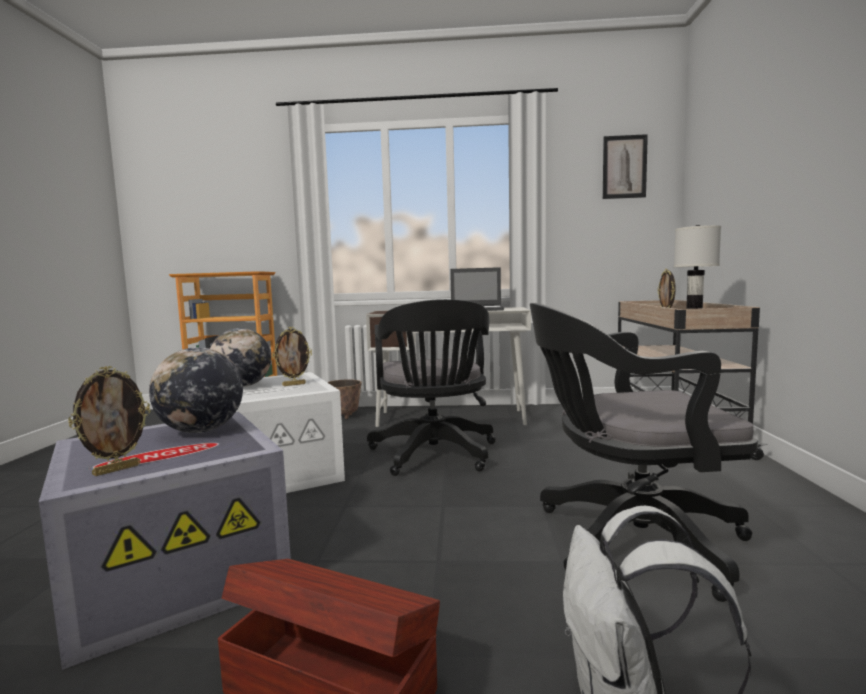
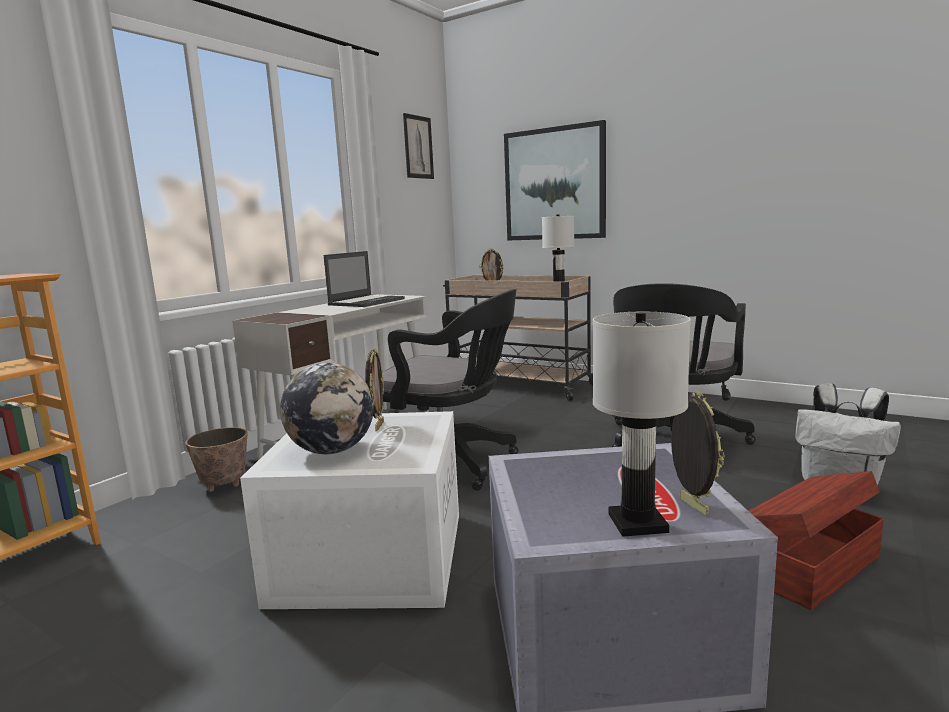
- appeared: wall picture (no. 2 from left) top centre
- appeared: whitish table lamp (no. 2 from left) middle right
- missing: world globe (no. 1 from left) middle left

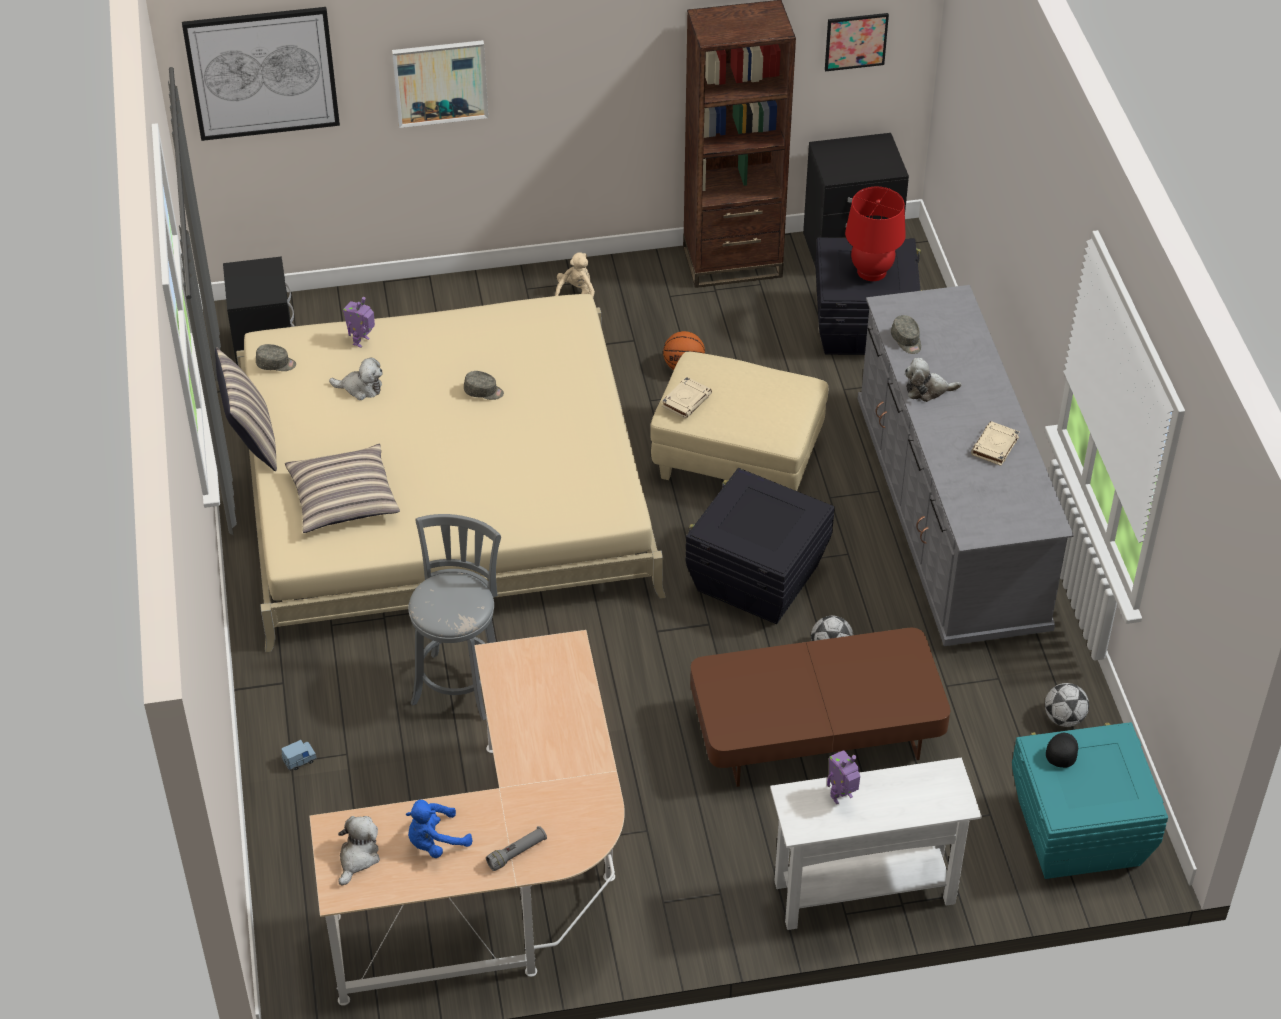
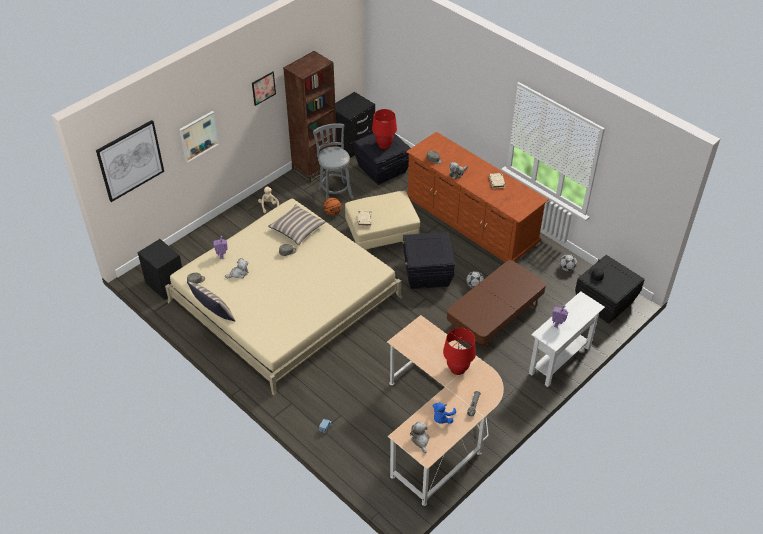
- relocated: wall picture (no. 3 from left) top right to top centre
- relocated: cushion (no. 2 from left) middle left to centre
- relocated: greyish sitting stool centre to top centre
- colour: greyish chest of drawers middle right to brown chest of drawers centre
- appeared: red-coloured table lamp (no. 2 from left) centre
- colour: blue-green storage bin bottom right to blackish storage bin (no. 3 from left) middle right

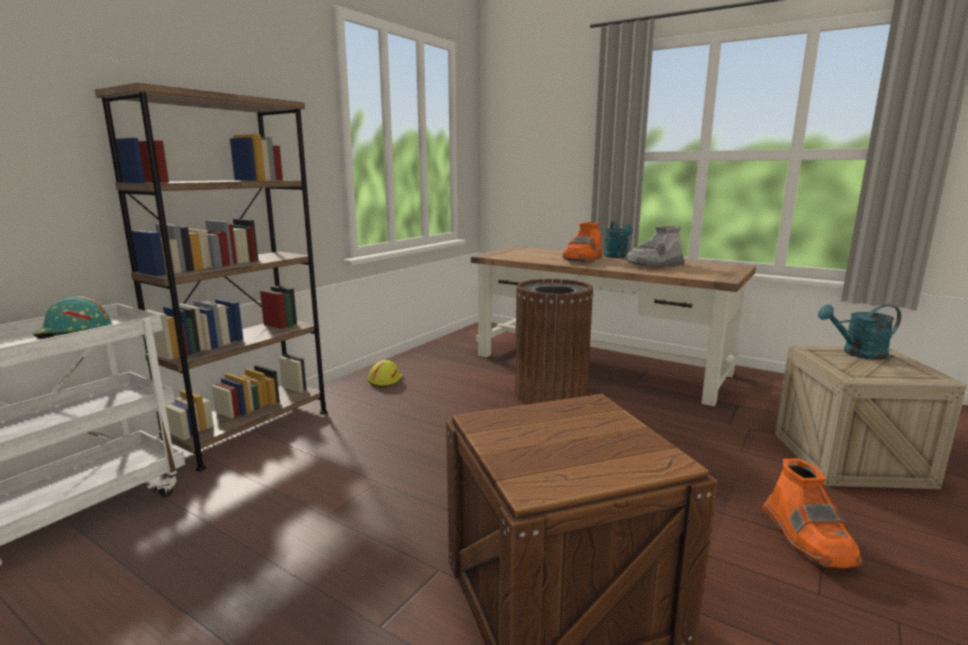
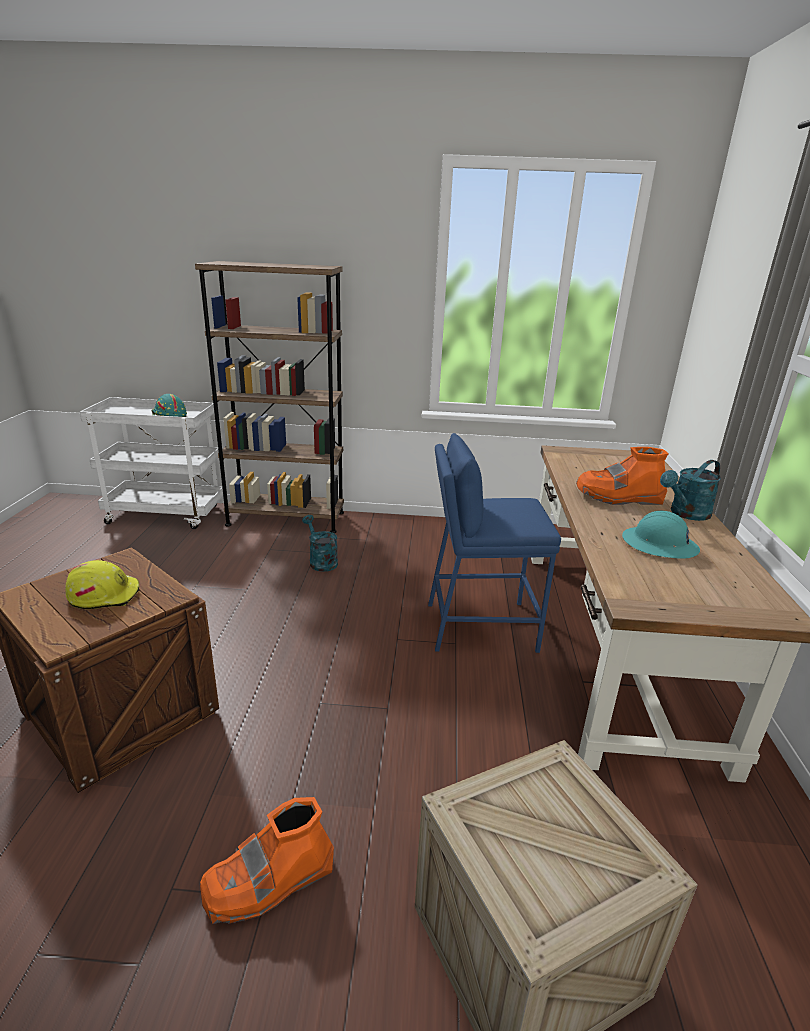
- relocated: yellow-coloured hard hat centre to middle left
- relocated: blue-green sprinkling can (no. 2 from left in the first image) middle right to blue-green sprinkling can (no. 1 from left) centre
- exchanged: brown trash can centre to blue sitting stool centre
- exchanged: greyish high-top boot middle right to blue-green hard hat (no. 2 from left) middle right

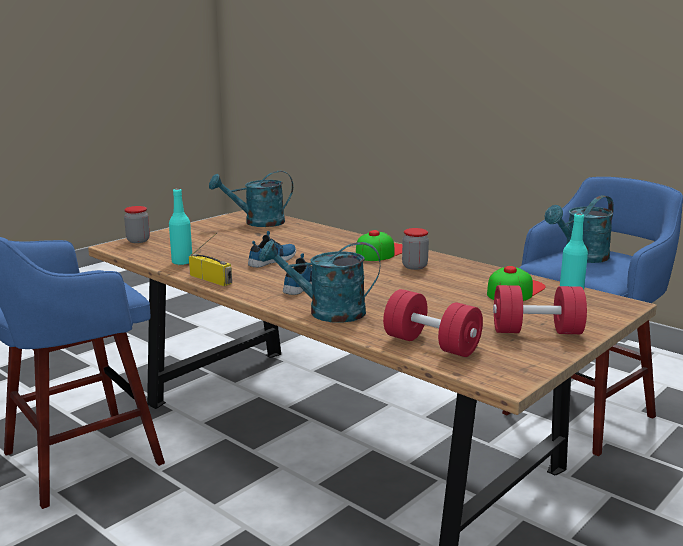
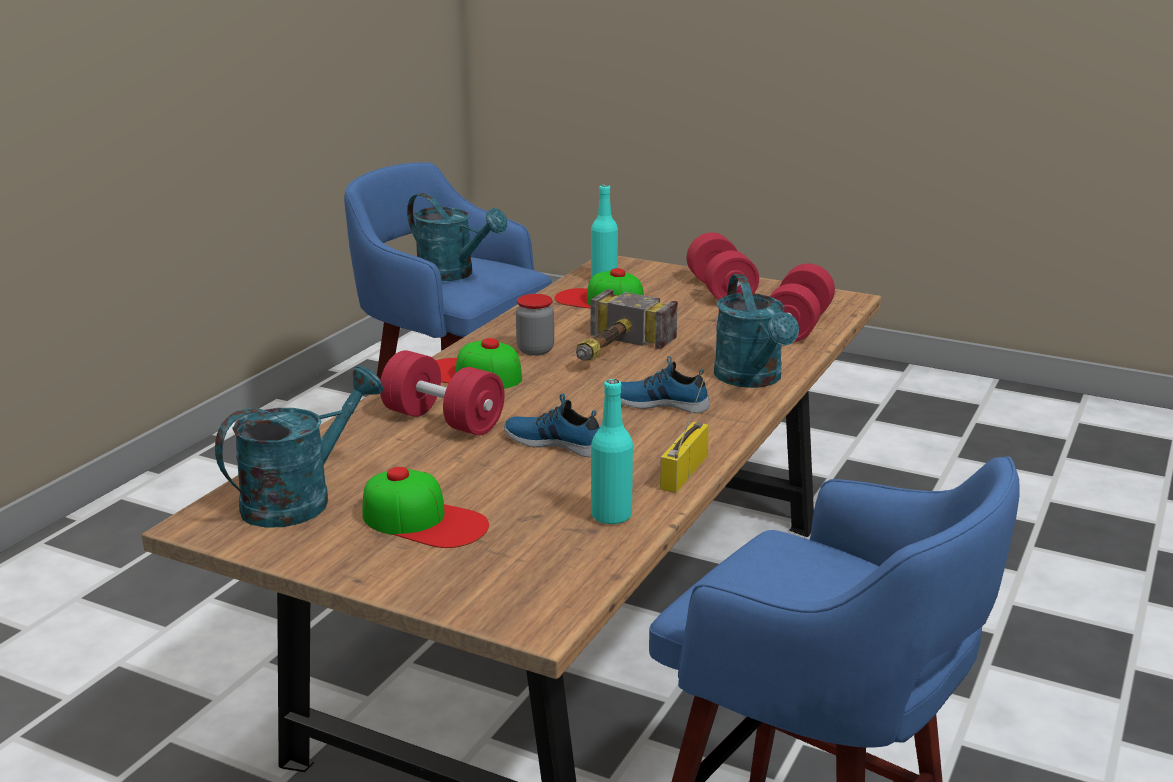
- spun: blue-green sprinkling can (no. 1 from left) centre = middle left 105 degrees counterclockwise
- appeared: cap (no. 1 from left) centre
- appeared: red-coloured dumbbell (no. 1 from left) centre
- appeared: hammer centre
- missing: jar (no. 1 from left) middle left

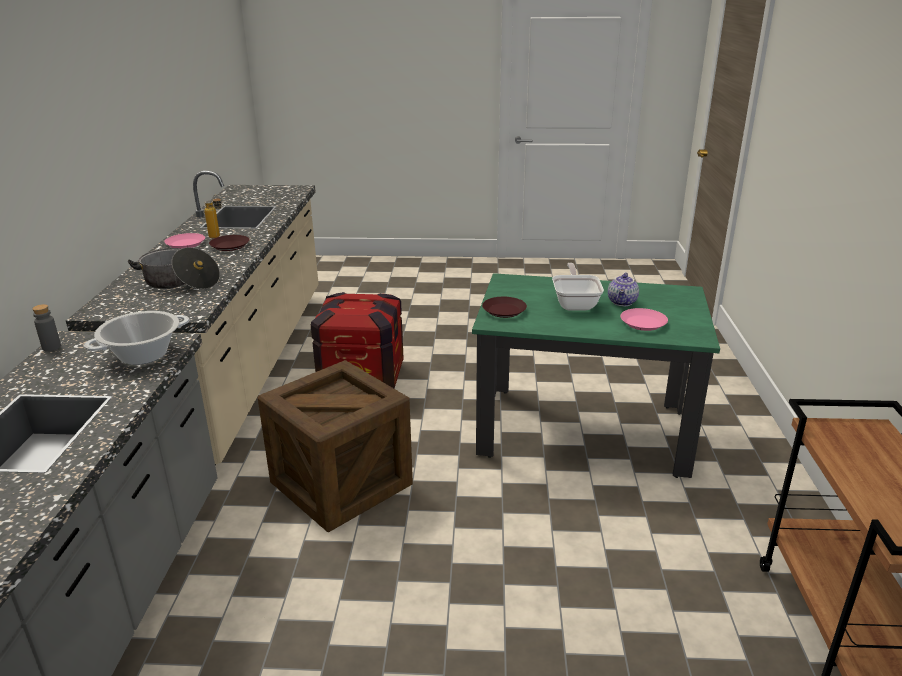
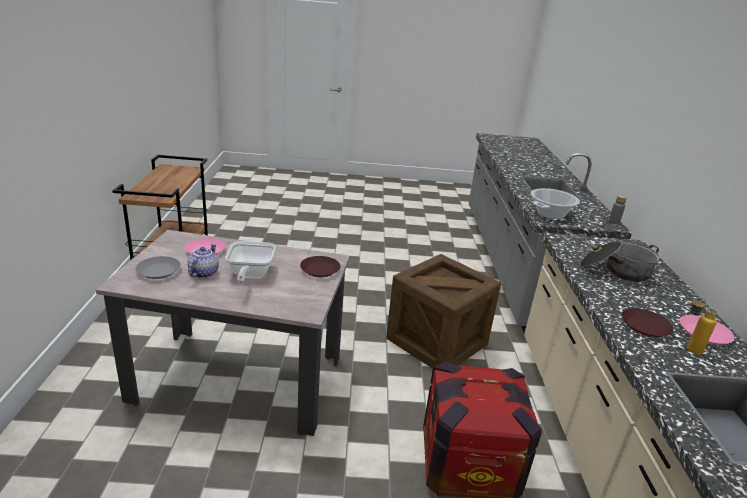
- colour: greenish kitchen table centre to beige-coloured kitchen table bottom left
- appeared: greyish flat dish middle left

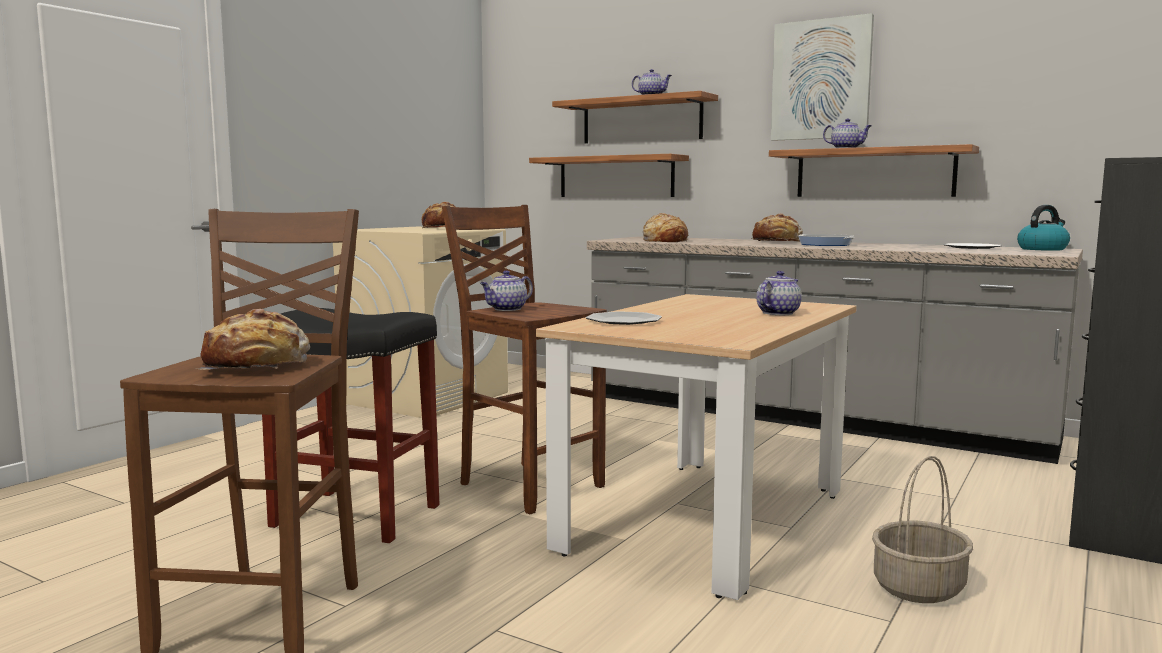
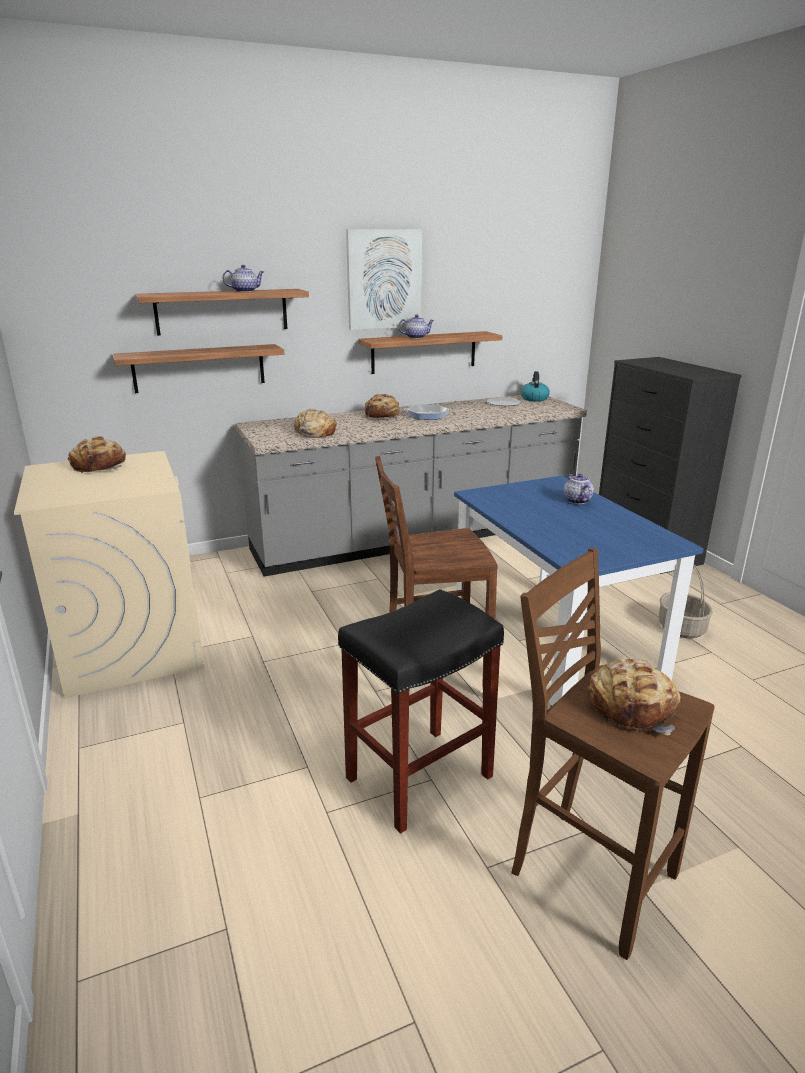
- colour: beige-coloured kitchen table bottom centre to blue kitchen table middle right
- missing: teapot (no. 1 from left) centre
- missing: flat dish (no. 1 from left) centre

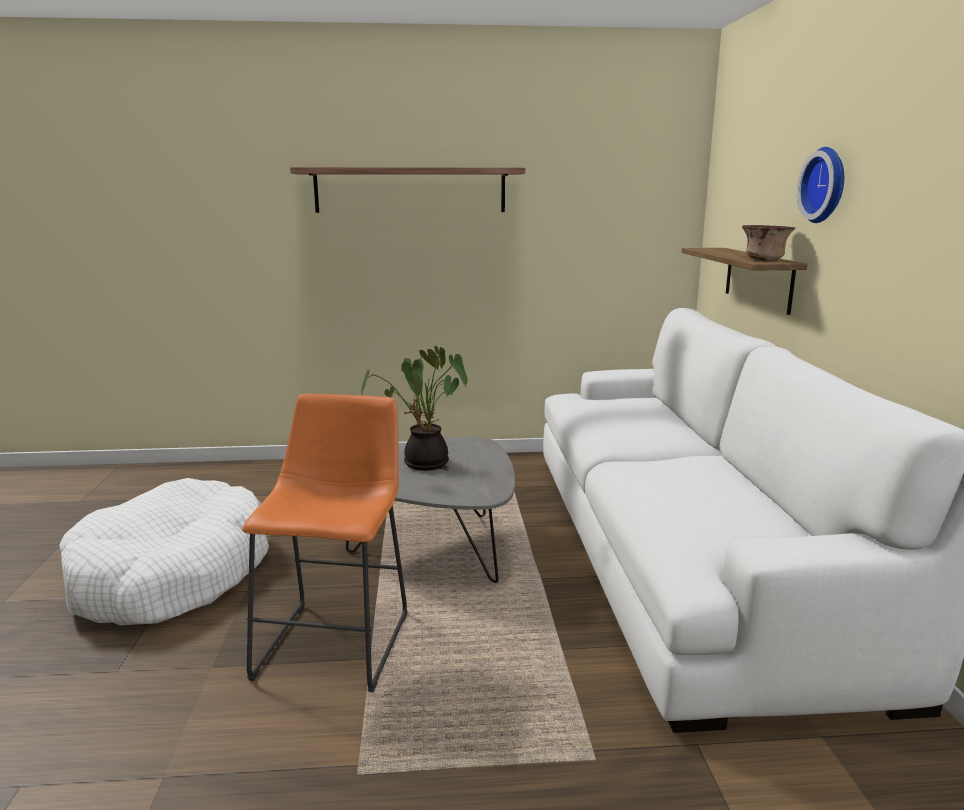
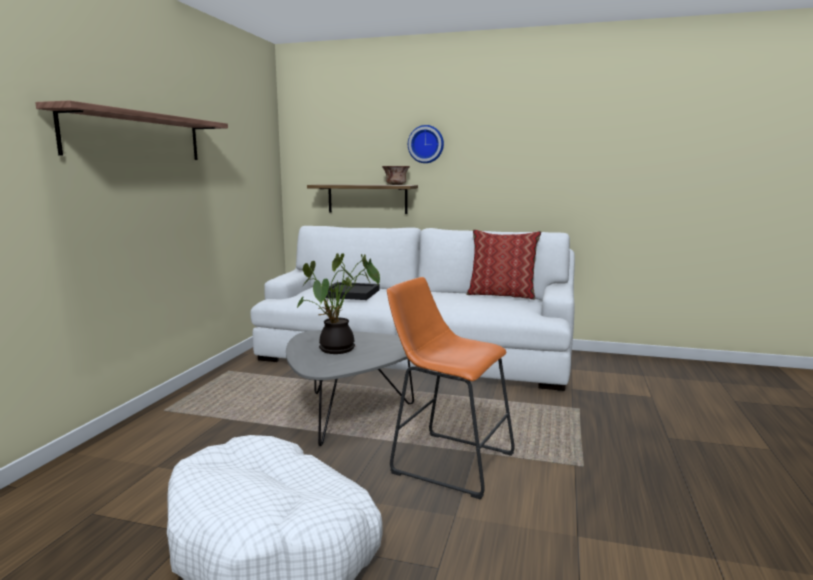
- appeared: blackish tray centre
- appeared: cushion centre

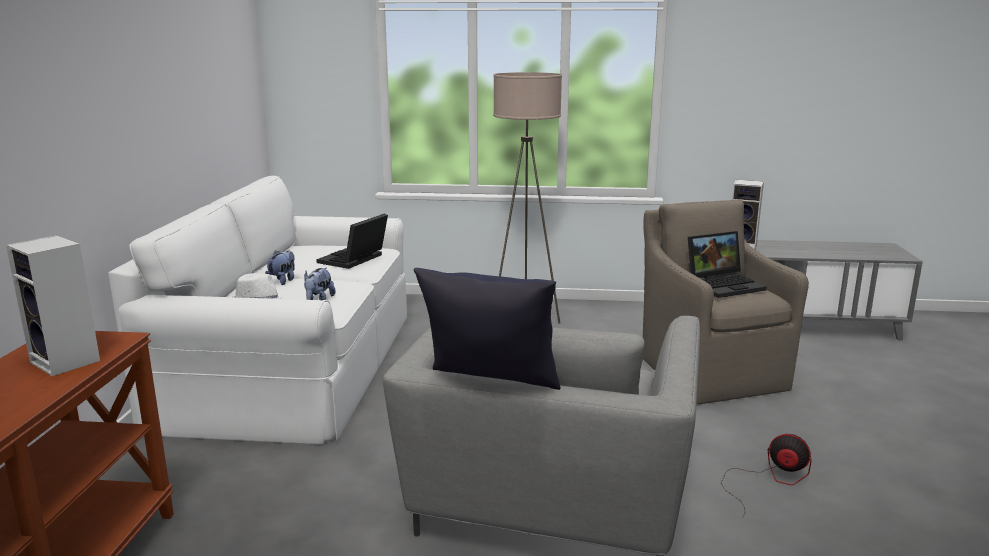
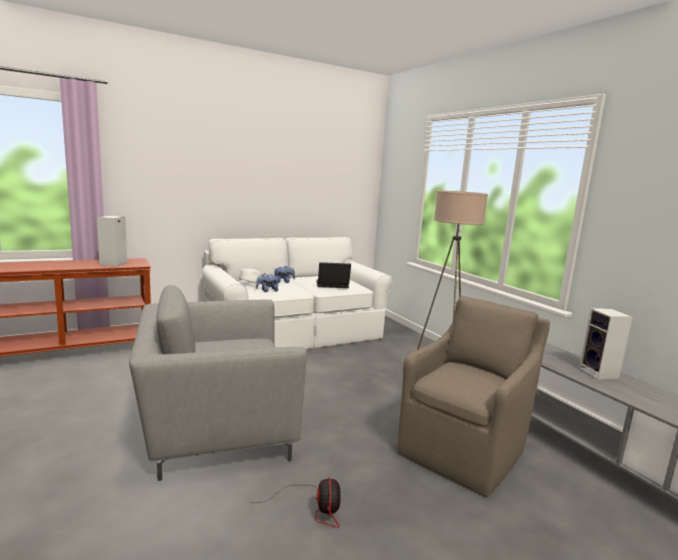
- missing: blue cushion centre
- missing: notebook computer (no. 2 from left) middle right

